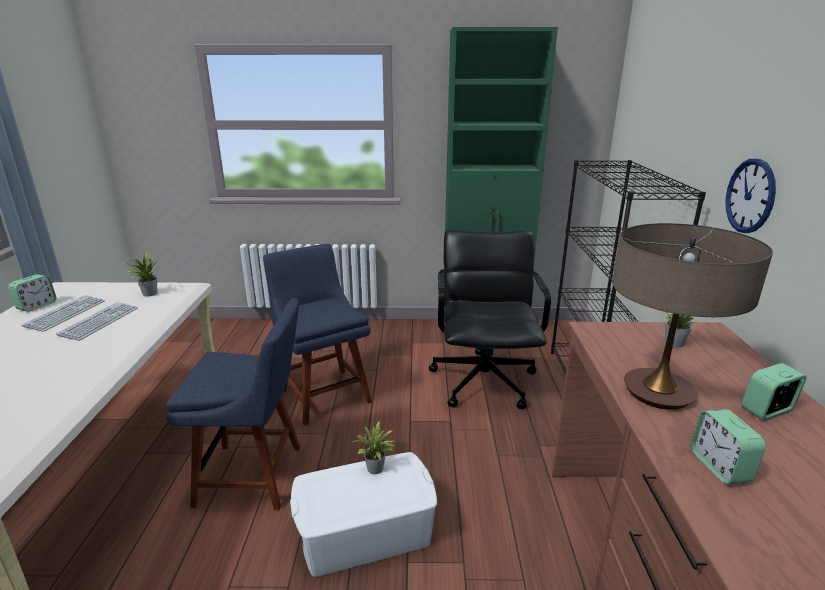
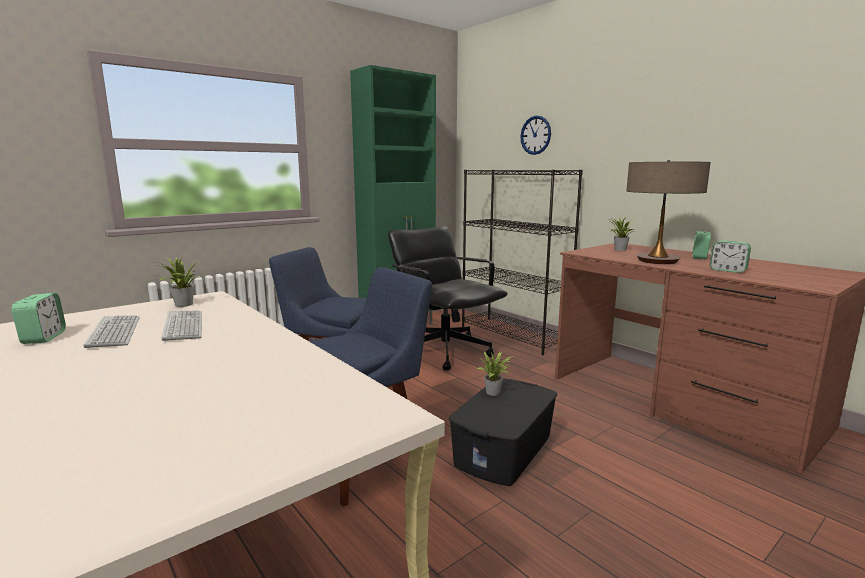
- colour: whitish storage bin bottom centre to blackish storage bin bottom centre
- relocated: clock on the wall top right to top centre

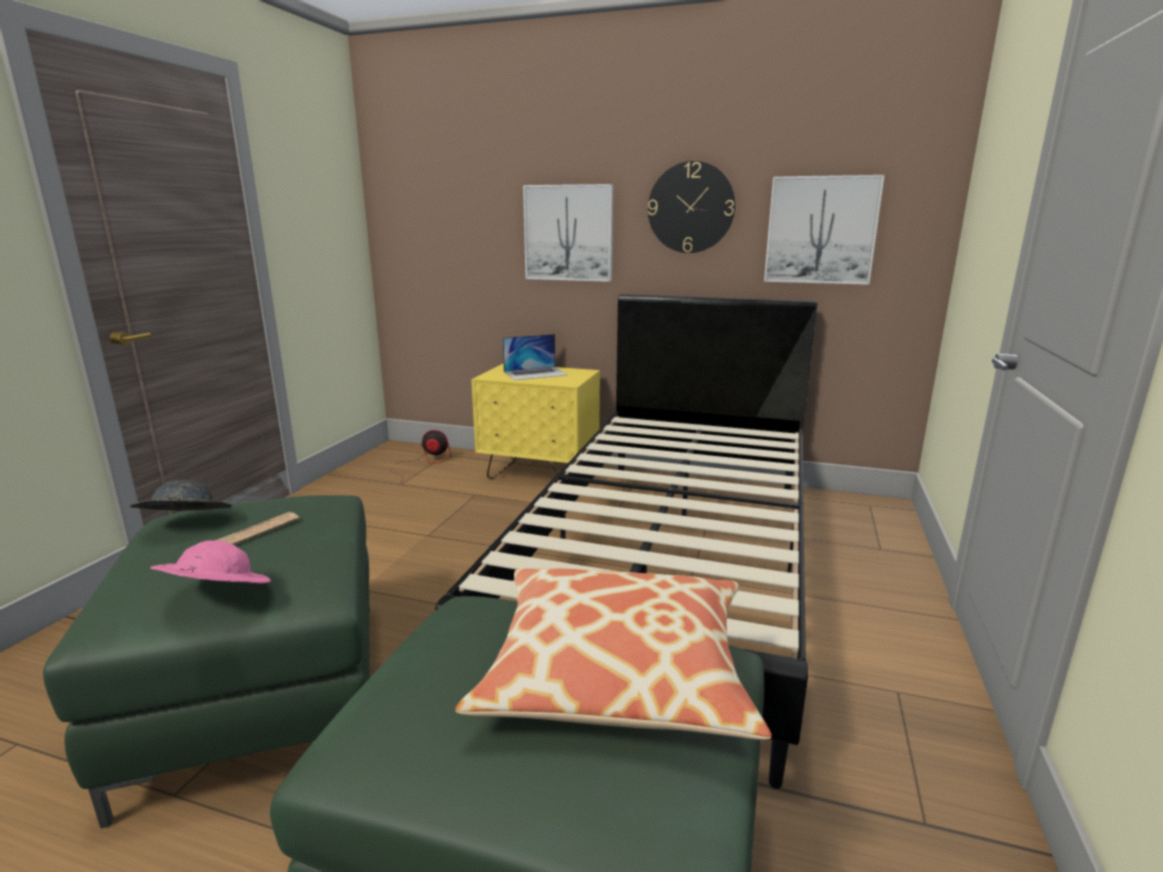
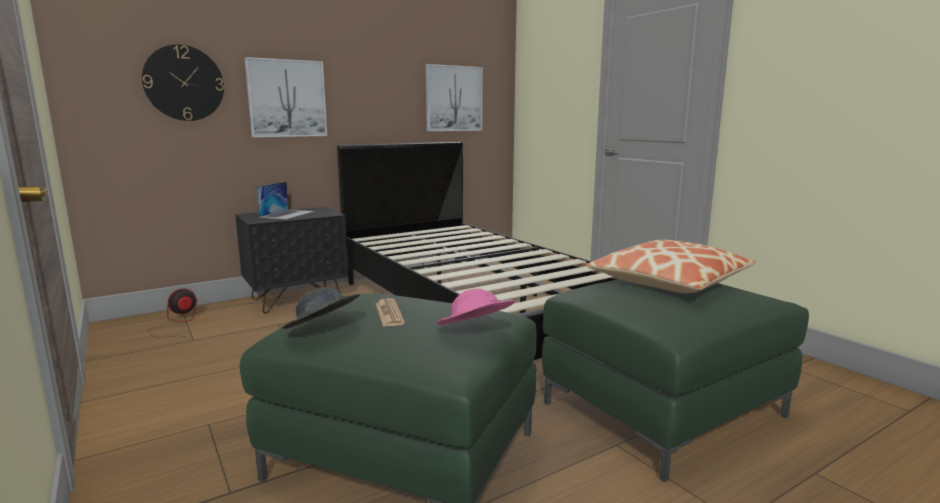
- relocated: clock on the wall top centre to top left
- colour: yellow-coloured night table centre to blackish night table middle left

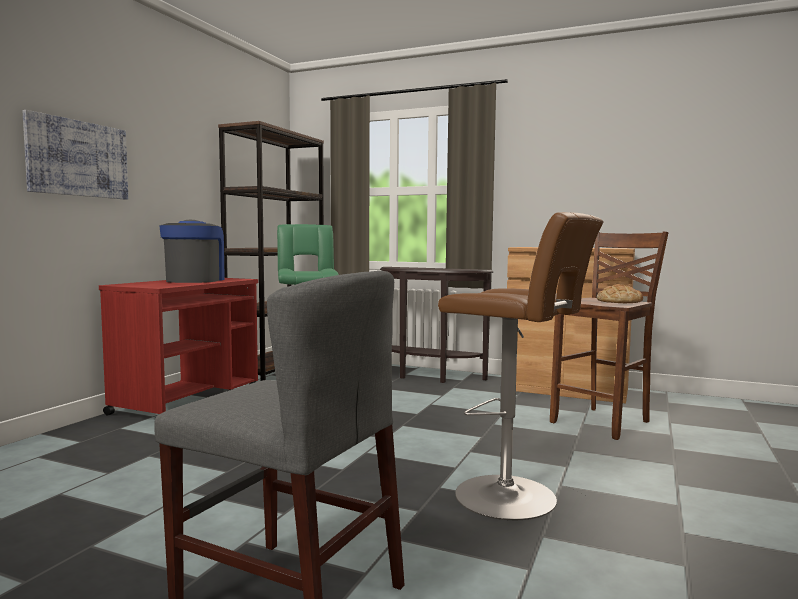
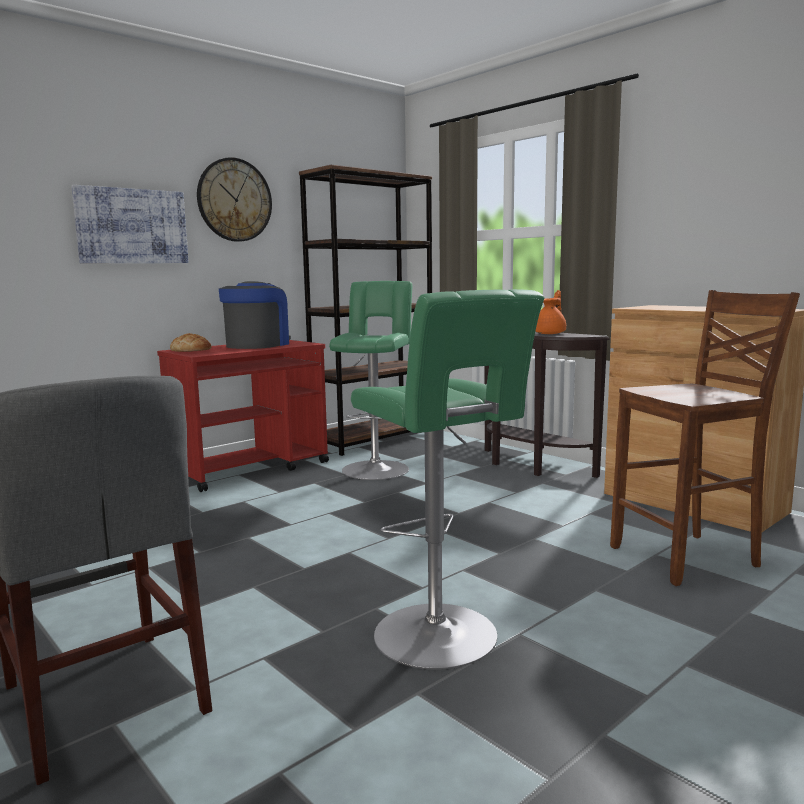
- relocated: baked bread middle right to middle left
- appeared: clock on the wall top left
- colour: brown sitting stool (no. 1 from left) centre to greenish sitting stool (no. 2 from left) centre
- appeared: orangey teapot middle right

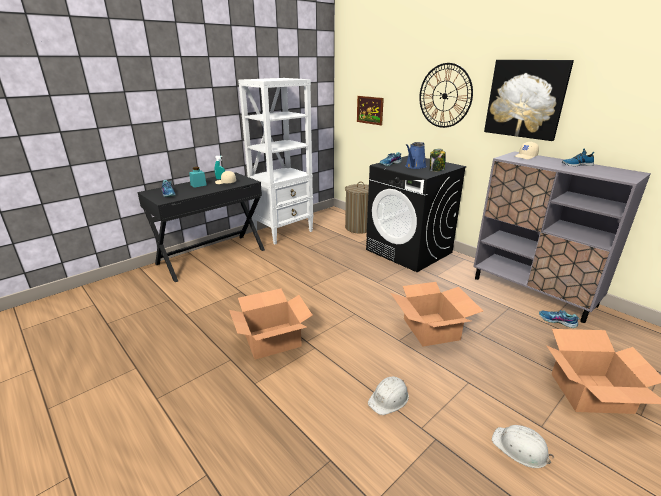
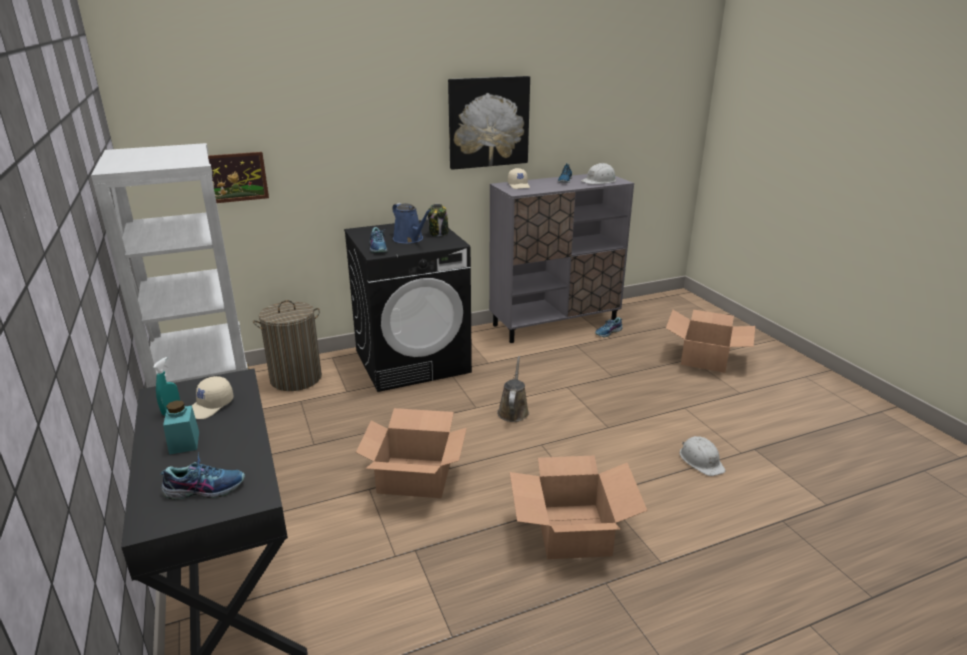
- relocated: cardboard box (no. 2 from left in the first image) centre to cardboard box (no. 1 from left) bottom centre
- appeared: brown sprinkling can centre
- relocated: whitish hard hat (no. 2 from left in the first image) bottom right to whitish hard hat (no. 1 from left) top centre
- missing: clock on the wall top right

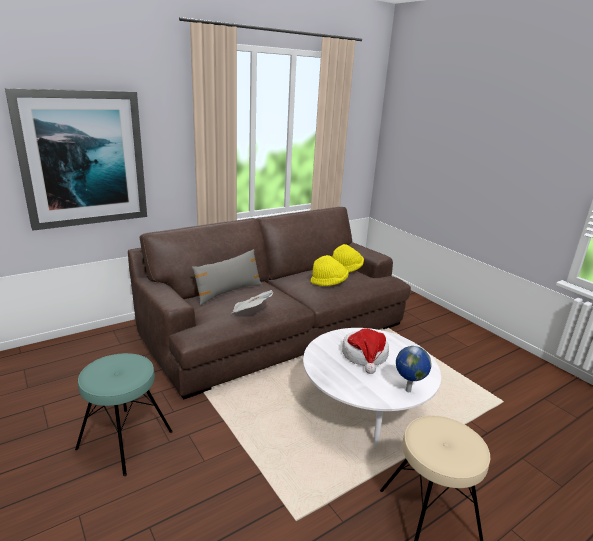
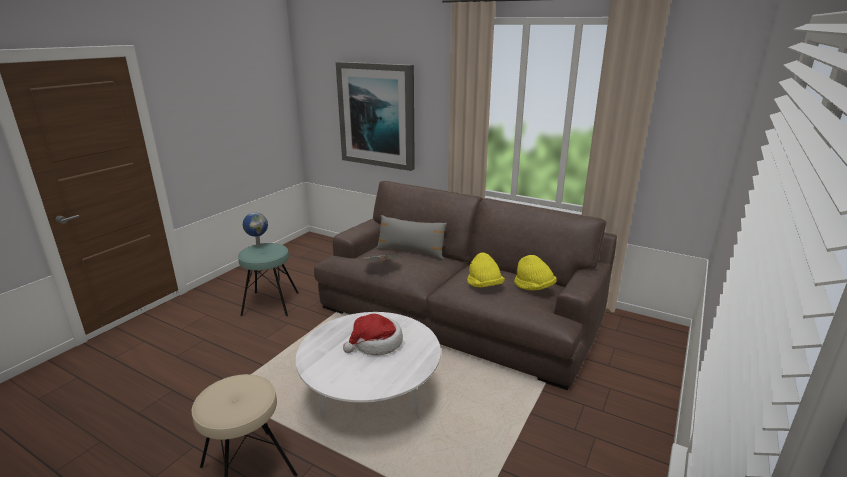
- relocated: world globe bottom right to middle left

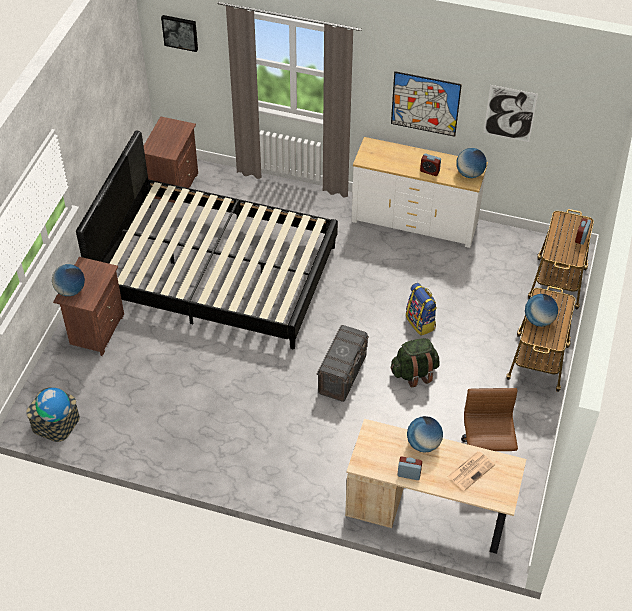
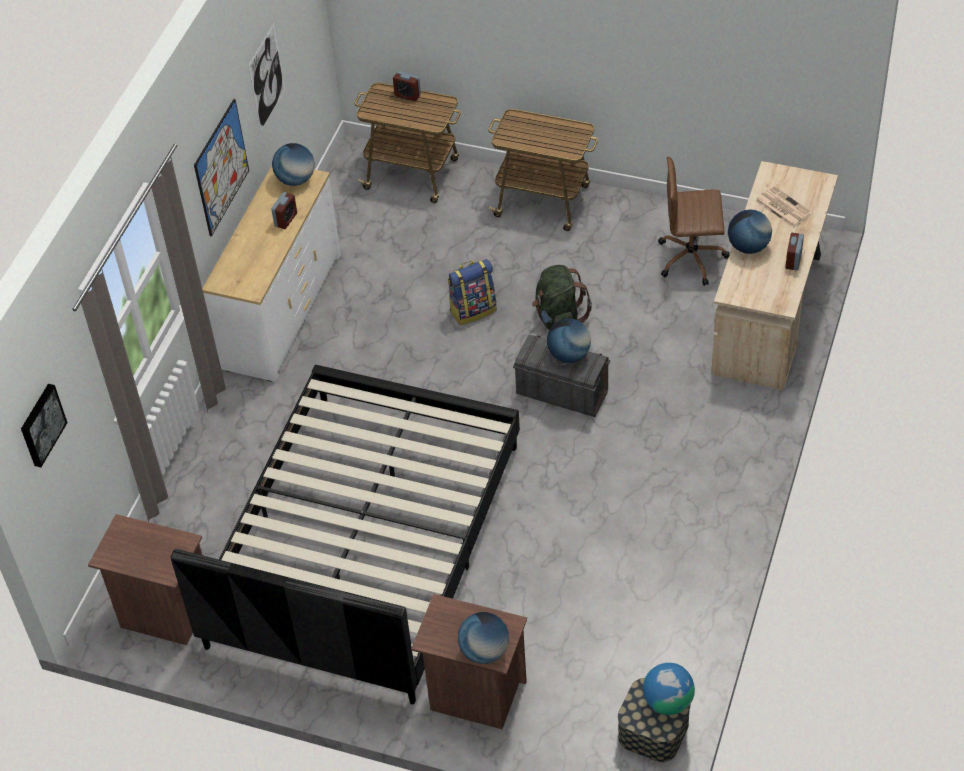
- relocated: world globe (no. 5 from left in the first image) middle right to world globe (no. 3 from left) centre

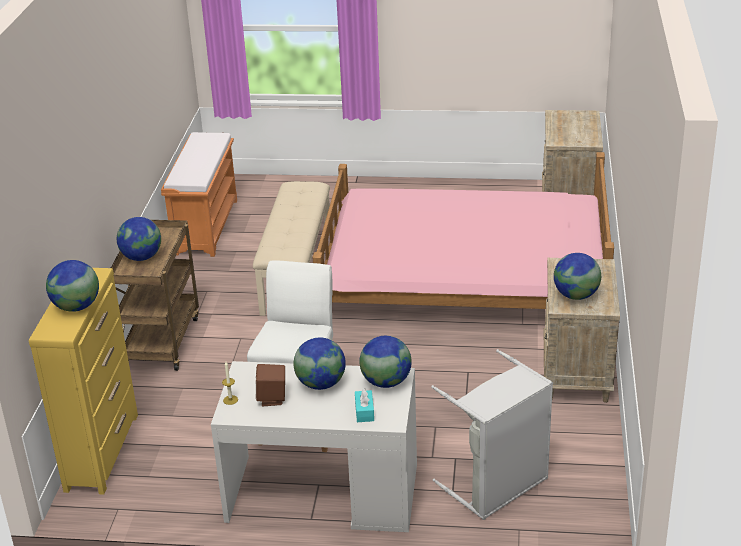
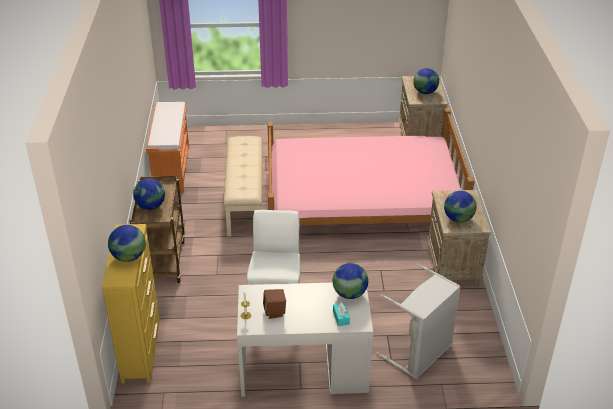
- relocated: world globe (no. 3 from left in the first image) centre to world globe (no. 4 from left) top right

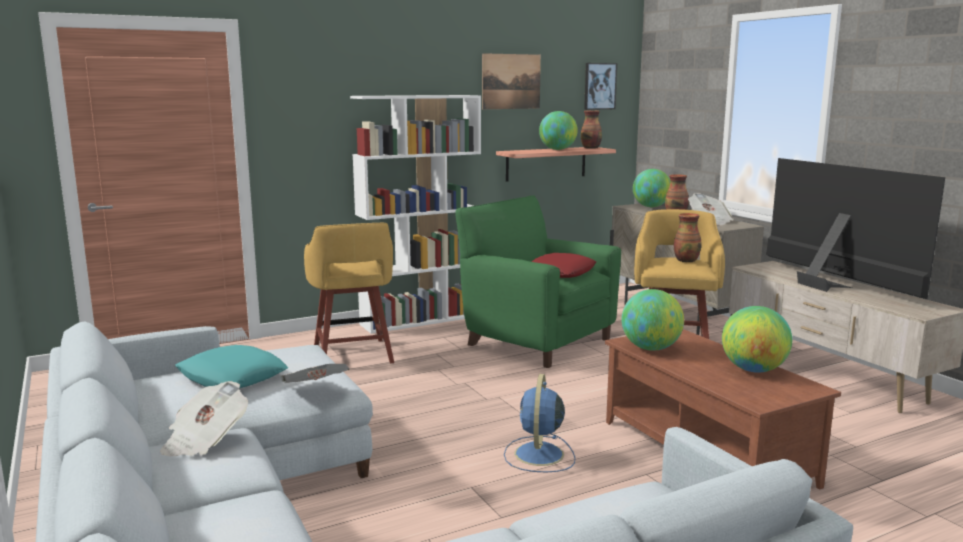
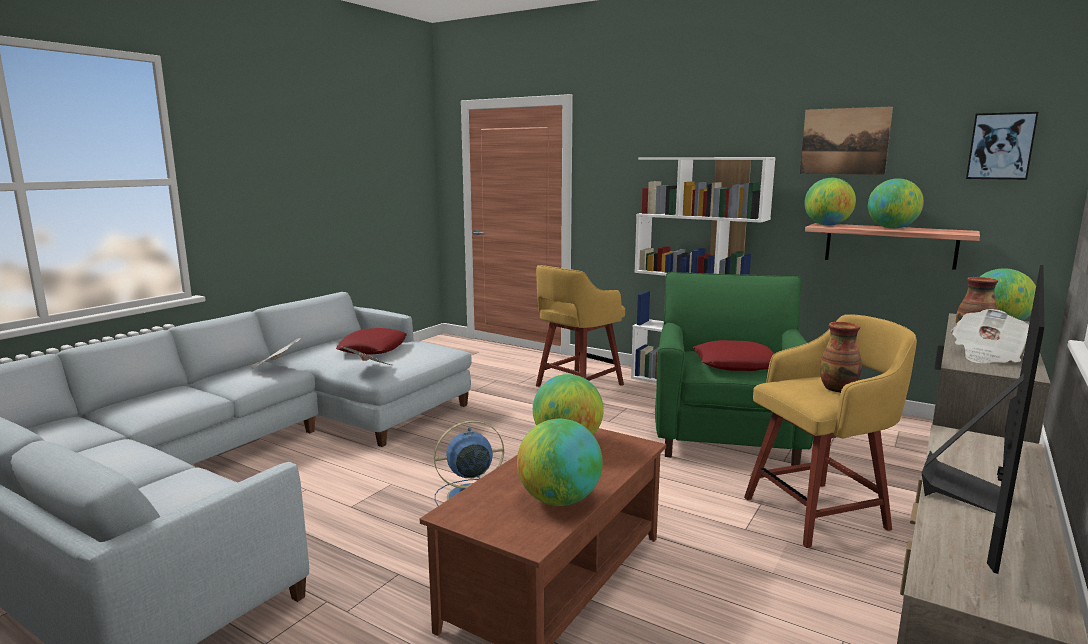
- colour: blue-green cushion bottom left to red-coloured cushion (no. 1 from left) centre
- appeared: world globe (no. 3 from left) top right
- missing: vase (no. 1 from left) top centre

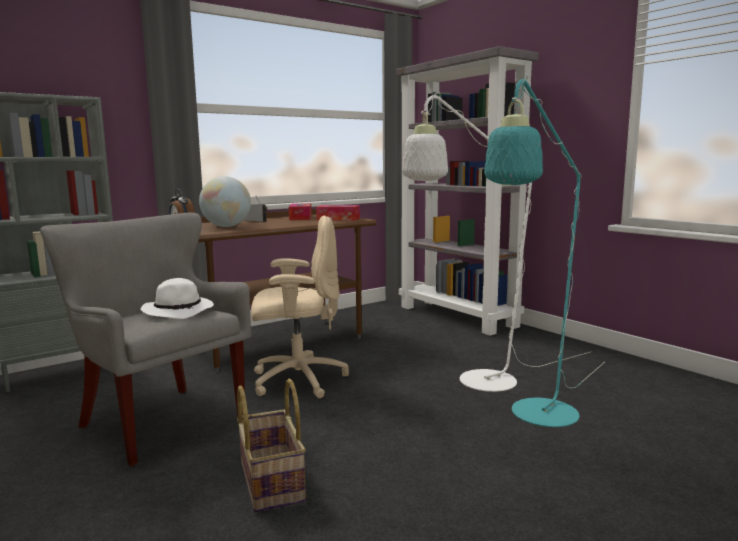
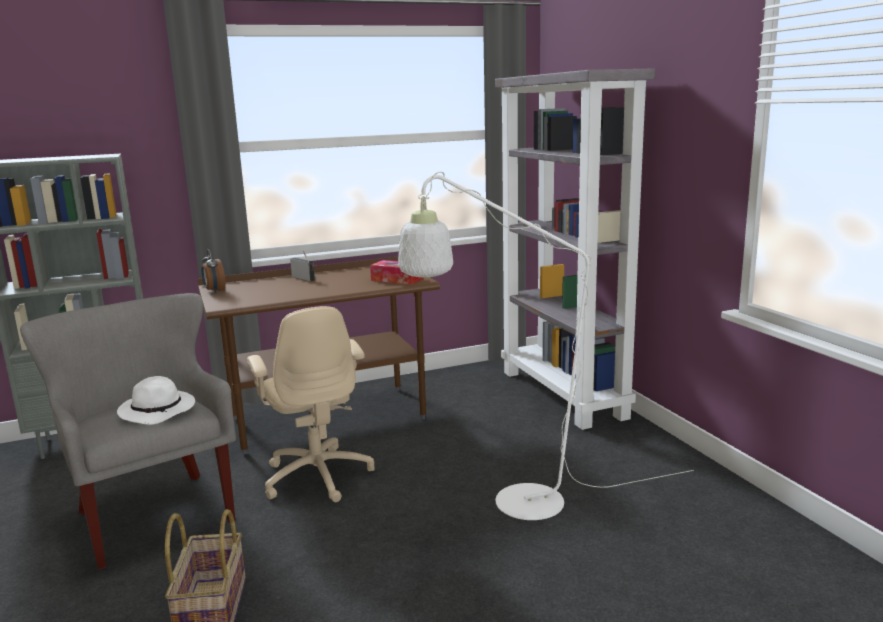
- spun: beige-coloured desk chair centre = centre 60 degrees clockwise
- missing: world globe middle left
- missing: box of tissues (no. 1 from left) centre
- missing: blue-green floor lamp middle right

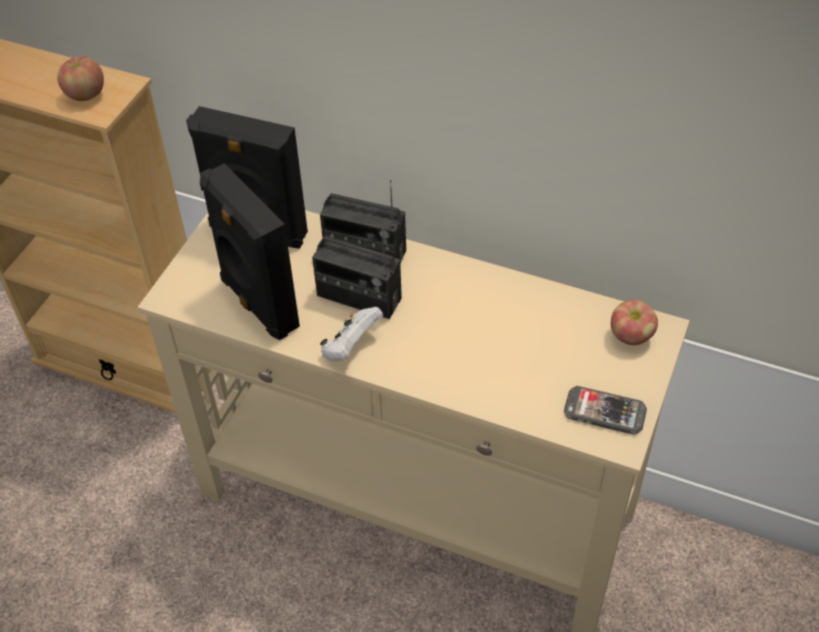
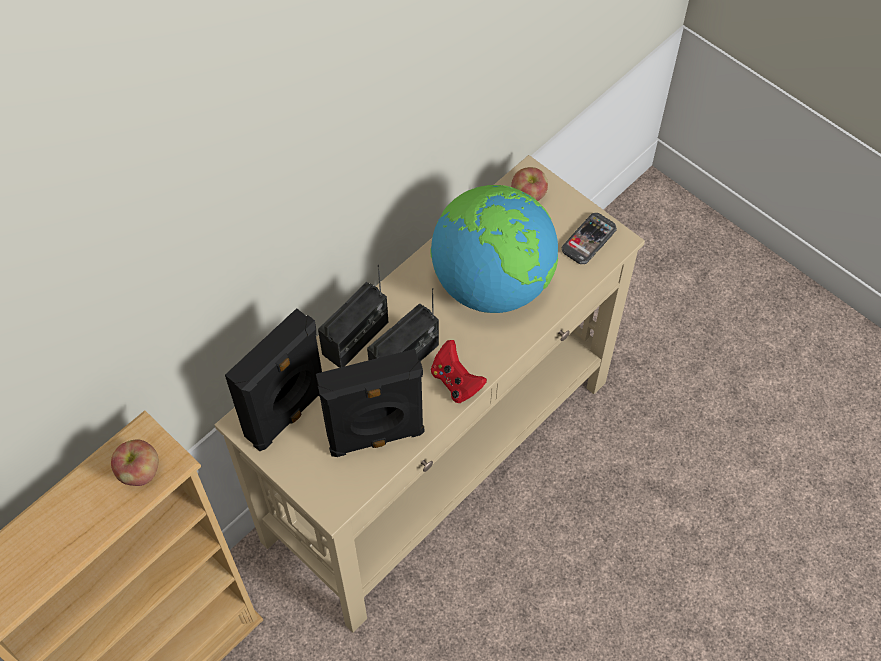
- appeared: world globe centre
- colour: whitish game controller centre to red-coloured game controller centre

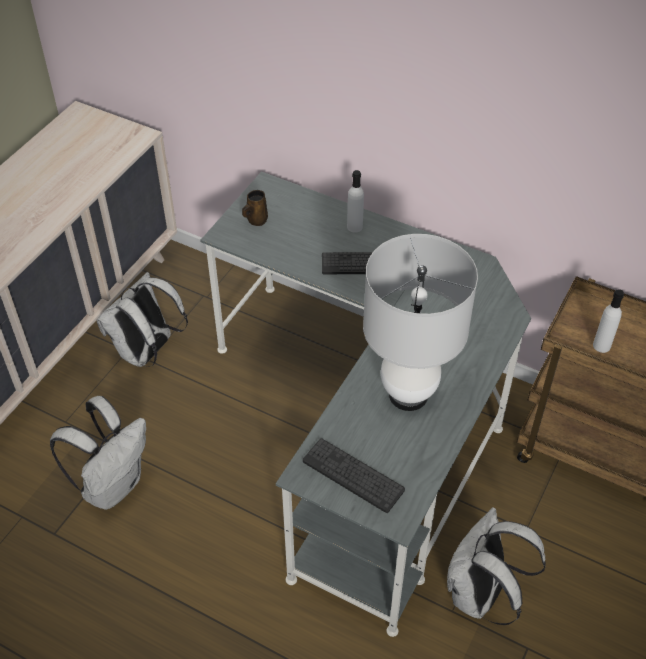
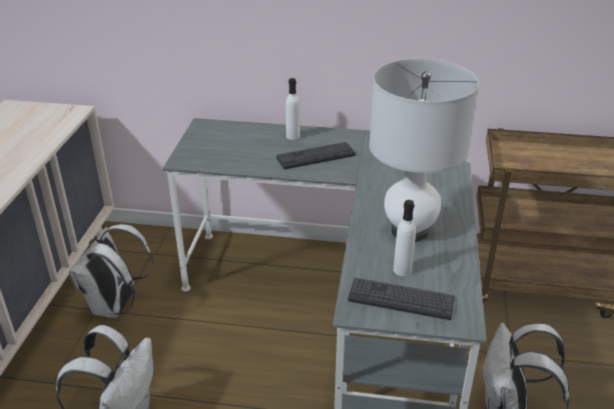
- relocated: whitish bottle (no. 2 from left) middle right to centre
- missing: brown mug top centre

